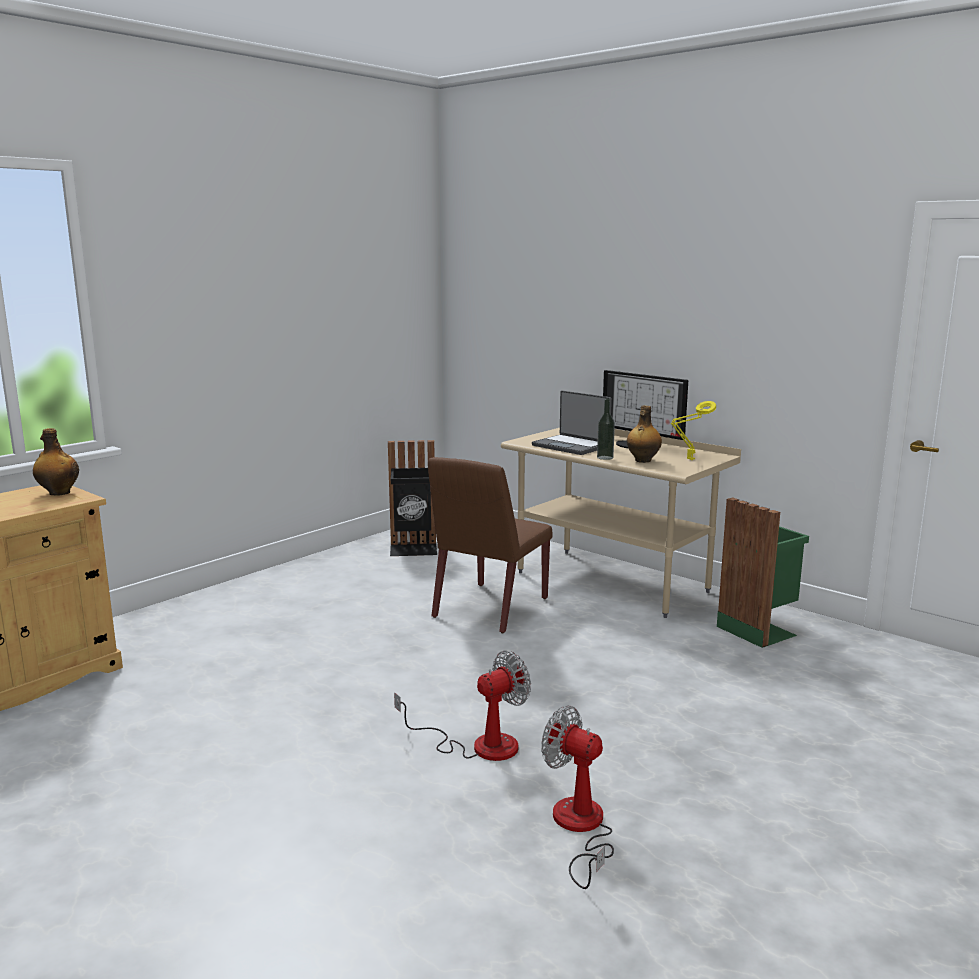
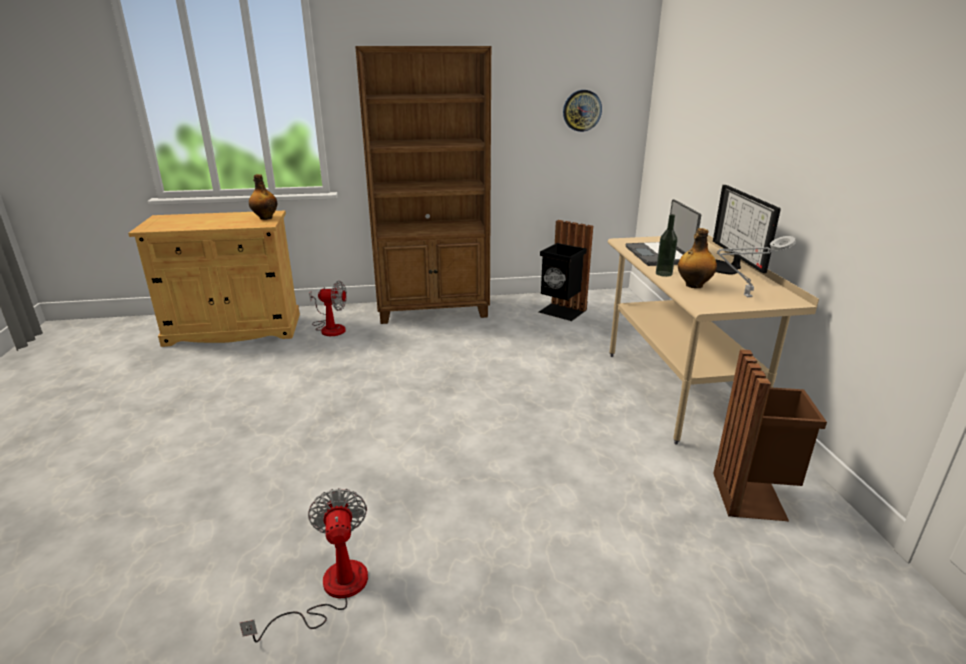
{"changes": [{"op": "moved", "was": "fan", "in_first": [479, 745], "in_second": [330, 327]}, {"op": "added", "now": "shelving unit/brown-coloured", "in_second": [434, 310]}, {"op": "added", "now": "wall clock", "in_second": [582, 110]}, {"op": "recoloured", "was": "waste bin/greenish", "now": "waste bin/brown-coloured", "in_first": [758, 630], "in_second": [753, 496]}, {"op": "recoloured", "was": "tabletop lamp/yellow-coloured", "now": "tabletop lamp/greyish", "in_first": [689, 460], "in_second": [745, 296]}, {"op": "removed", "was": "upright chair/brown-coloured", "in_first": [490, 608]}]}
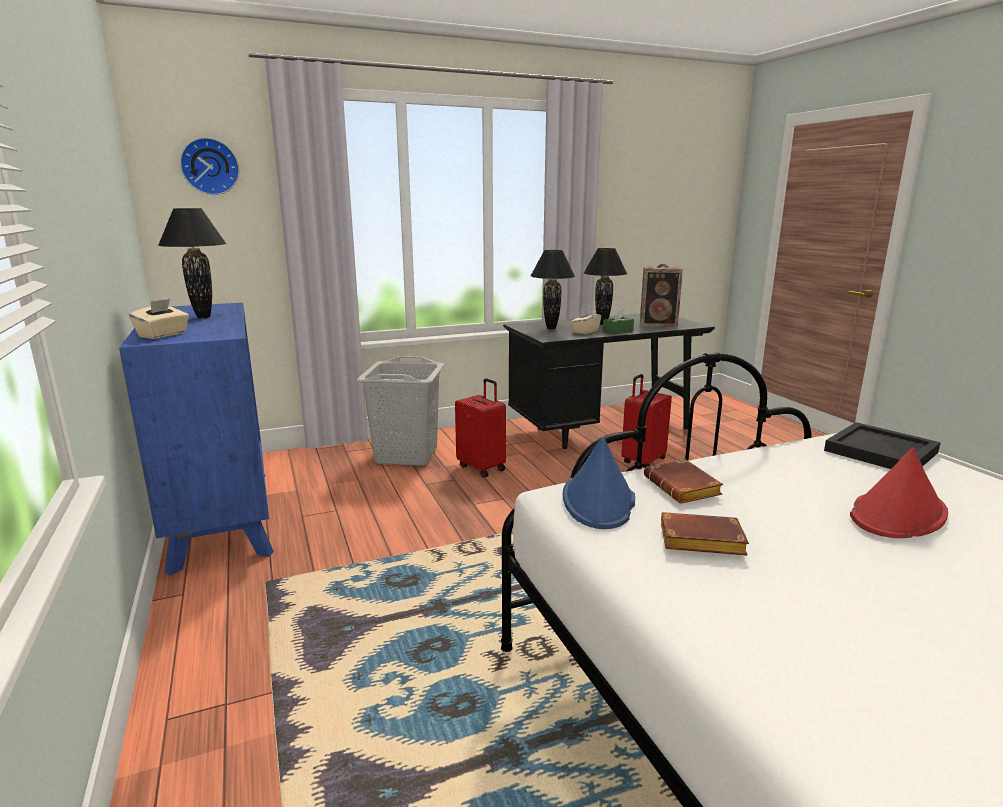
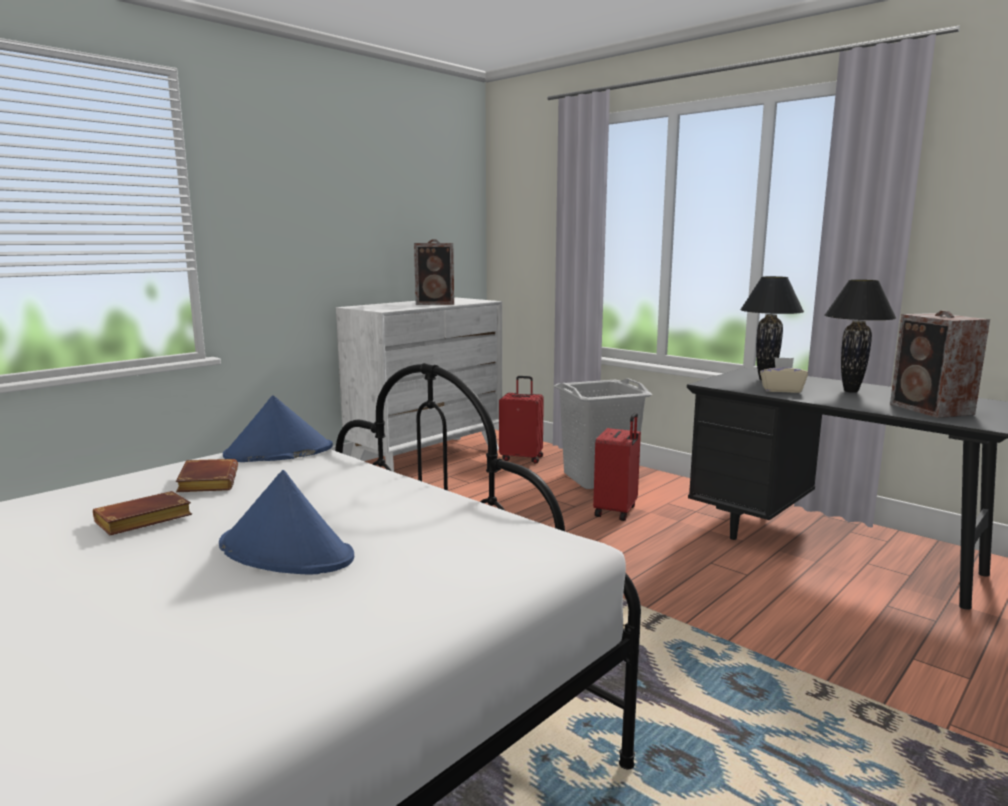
{"changes": [{"op": "moved", "was": "book/brown-coloured", "in_first": [684, 488], "in_second": [141, 522]}, {"op": "recoloured", "was": "wearable hat/red-coloured", "now": "wearable hat/bluish", "in_first": [898, 514], "in_second": [286, 552]}, {"op": "recoloured", "was": "chest of drawers/bluish", "now": "chest of drawers/white-coloured", "in_first": [222, 517], "in_second": [426, 458]}, {"op": "replaced", "was": "tabletop lamp/black-coloured", "now": "speaker", "in_first": [204, 317], "in_second": [436, 303]}, {"op": "moved", "was": "travel case/red-coloured", "in_first": [642, 461], "in_second": [522, 458]}, {"op": "removed", "was": "box of tissues/sand-coloured", "in_first": [163, 335]}, {"op": "removed", "was": "wall clock", "in_first": [210, 166]}, {"op": "removed", "was": "box of tissues/greenish", "in_first": [617, 331]}, {"op": "removed", "was": "serving tray/black-coloured", "in_first": [881, 452]}]}
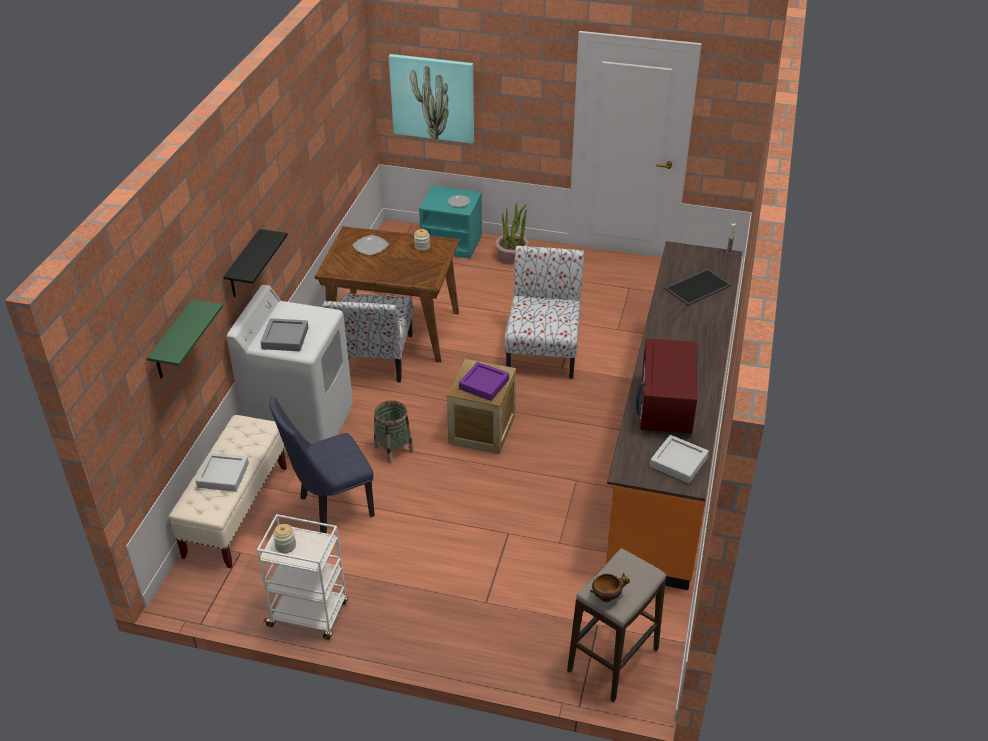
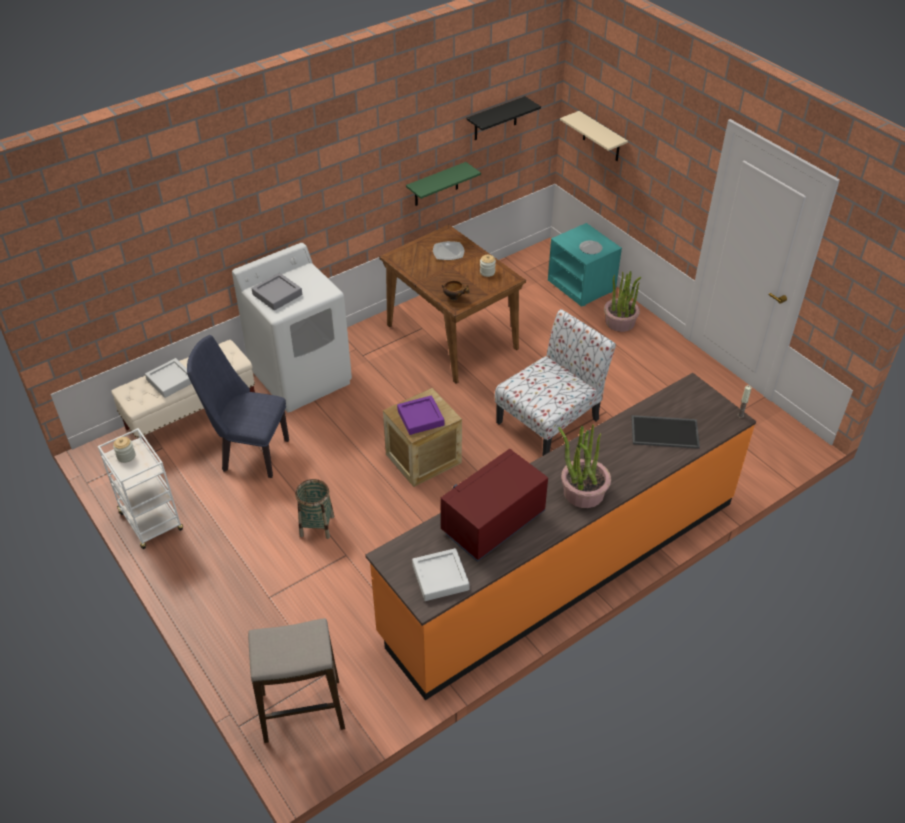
{"changes": [{"op": "moved", "was": "household basket", "in_first": [393, 449], "in_second": [317, 526]}, {"op": "moved", "was": "bracket shelf/greenish", "in_first": [173, 342], "in_second": [436, 185]}, {"op": "moved", "was": "bowl", "in_first": [607, 596], "in_second": [454, 298]}, {"op": "moved", "was": "bracket shelf/black-coloured", "in_first": [244, 265], "in_second": [495, 119]}, {"op": "added", "now": "potted plant", "in_second": [583, 492]}, {"op": "replaced", "was": "wall art", "now": "bracket shelf/sand-coloured", "in_first": [433, 98], "in_second": [601, 137]}, {"op": "removed", "was": "upright chair", "in_first": [374, 357]}]}
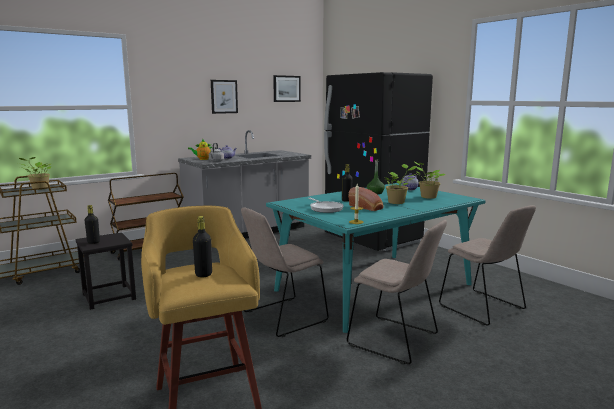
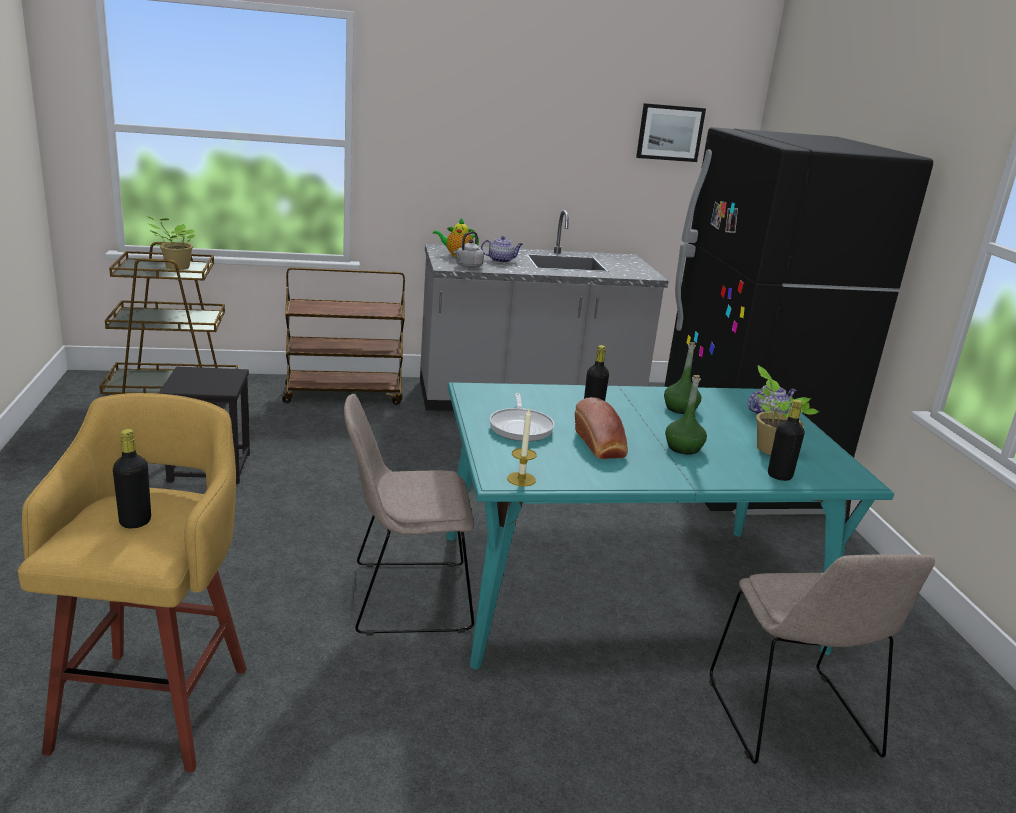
{"changes": [{"op": "replaced", "was": "potted plant", "now": "beverage bottle/greenish", "in_first": [397, 202], "in_second": [683, 448]}, {"op": "moved", "was": "beverage bottle/black-coloured", "in_first": [93, 242], "in_second": [779, 476]}, {"op": "removed", "was": "wall art", "in_first": [224, 96]}, {"op": "removed", "was": "upright chair/sand-coloured", "in_first": [396, 340]}]}
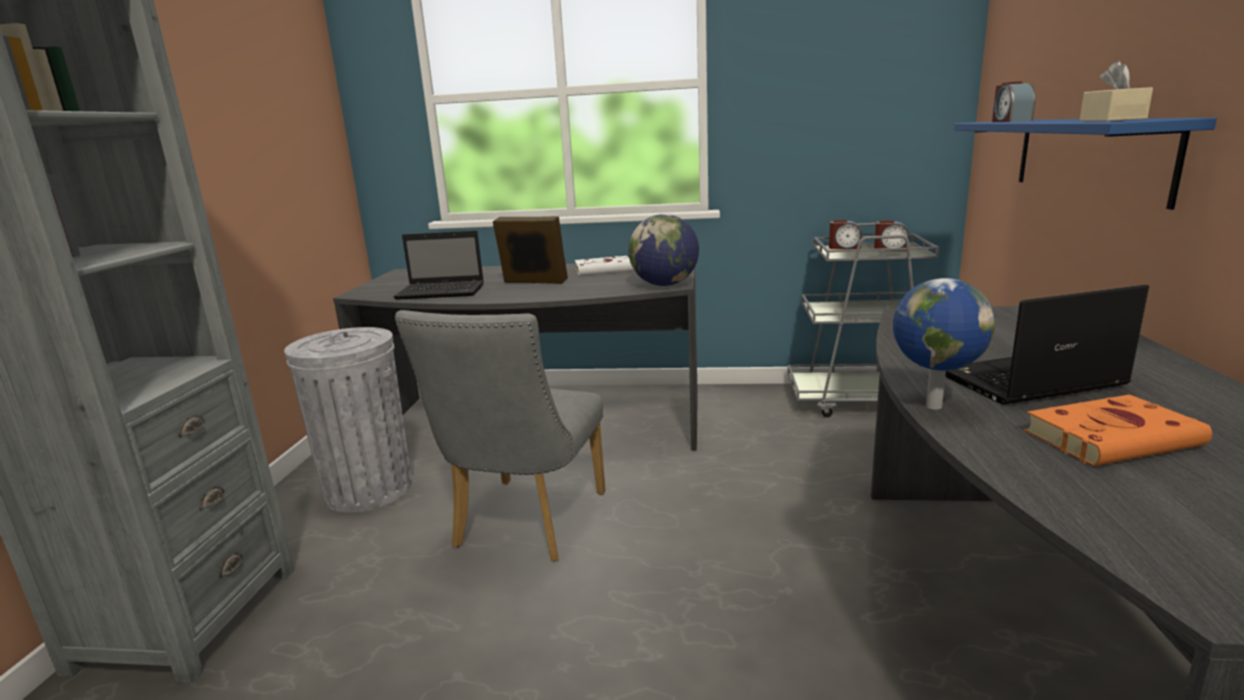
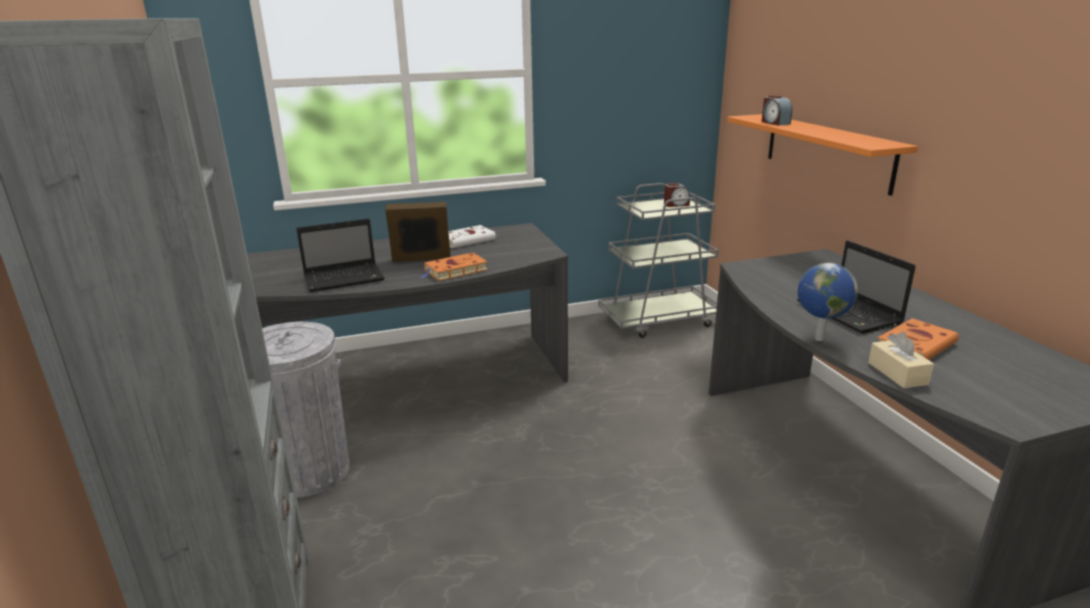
{"changes": [{"op": "added", "now": "book/orangey", "in_second": [454, 271]}, {"op": "recoloured", "was": "bracket shelf/bluish", "now": "bracket shelf/orangey", "in_first": [1088, 156], "in_second": [827, 151]}, {"op": "turned", "was": "notebook computer", "in_first": [1029, 382], "in_second": [850, 314], "clockwise": -75}, {"op": "moved", "was": "box of tissues/sand-coloured", "in_first": [1111, 120], "in_second": [897, 373]}, {"op": "removed", "was": "upright chair/greyish", "in_first": [525, 525]}, {"op": "removed", "was": "world globe", "in_first": [665, 285]}, {"op": "removed", "was": "table clock", "in_first": [844, 247]}]}
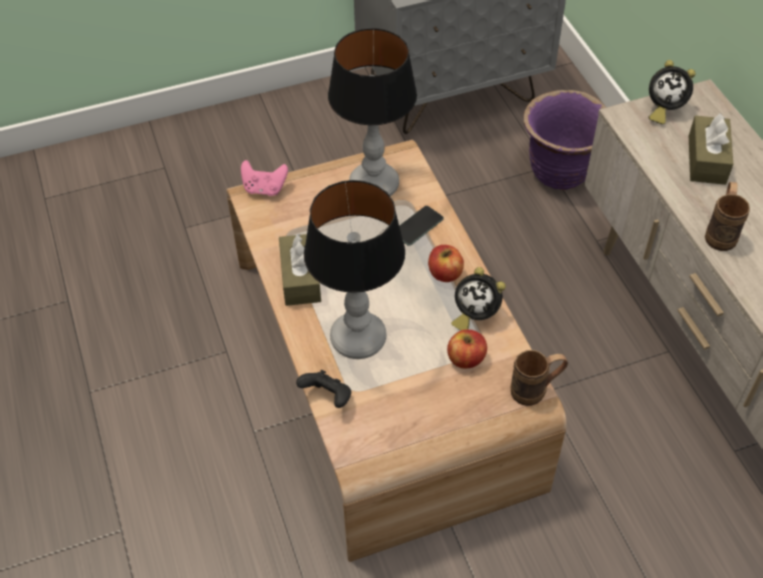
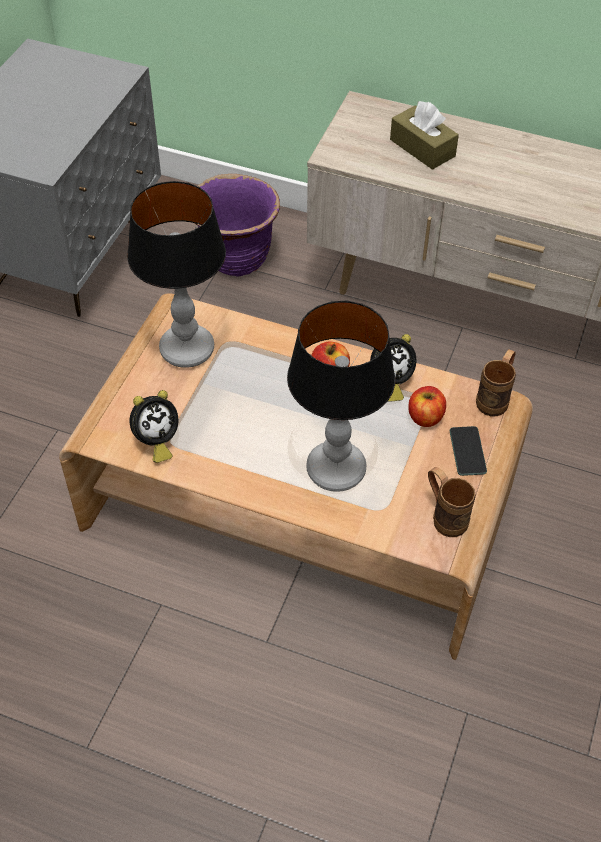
{"changes": [{"op": "moved", "was": "table clock", "in_first": [663, 109], "in_second": [156, 442]}, {"op": "moved", "was": "coffee mug/brown-coloured", "in_first": [721, 232], "in_second": [444, 516]}, {"op": "moved", "was": "phone", "in_first": [417, 226], "in_second": [467, 451]}, {"op": "removed", "was": "gamepad/pink-coloured", "in_first": [264, 188]}, {"op": "removed", "was": "box of tissues/brown-coloured", "in_first": [300, 278]}, {"op": "removed", "was": "gamepad/black-coloured", "in_first": [327, 397]}]}
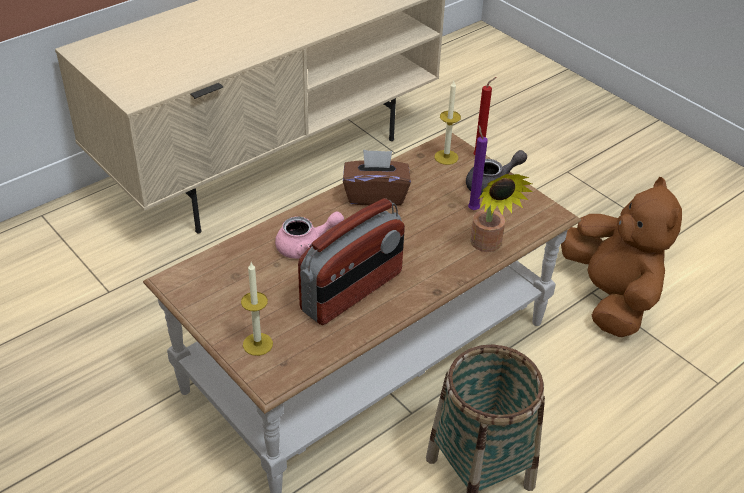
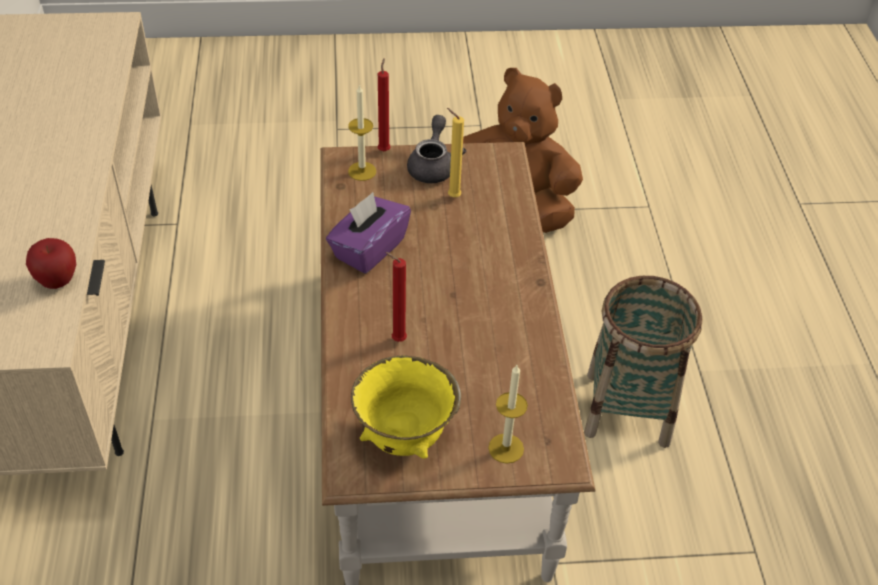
{"changes": [{"op": "added", "now": "apple fruit", "in_second": [58, 281]}, {"op": "recoloured", "was": "box of tissues/brown-coloured", "now": "box of tissues/purple", "in_first": [375, 195], "in_second": [368, 249]}, {"op": "added", "now": "bowl/yellow-coloured", "in_second": [405, 439]}, {"op": "replaced", "was": "tea pot/pink-coloured", "now": "wax light/red-coloured", "in_first": [306, 246], "in_second": [396, 339]}, {"op": "recoloured", "was": "wax light/purple", "now": "wax light/yellow-coloured", "in_first": [472, 208], "in_second": [452, 196]}, {"op": "removed", "was": "radio set", "in_first": [352, 292]}, {"op": "removed", "was": "potted plant", "in_first": [488, 246]}]}
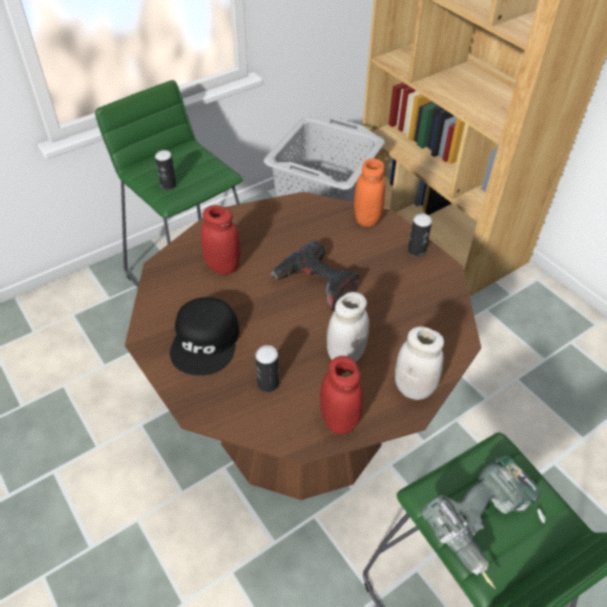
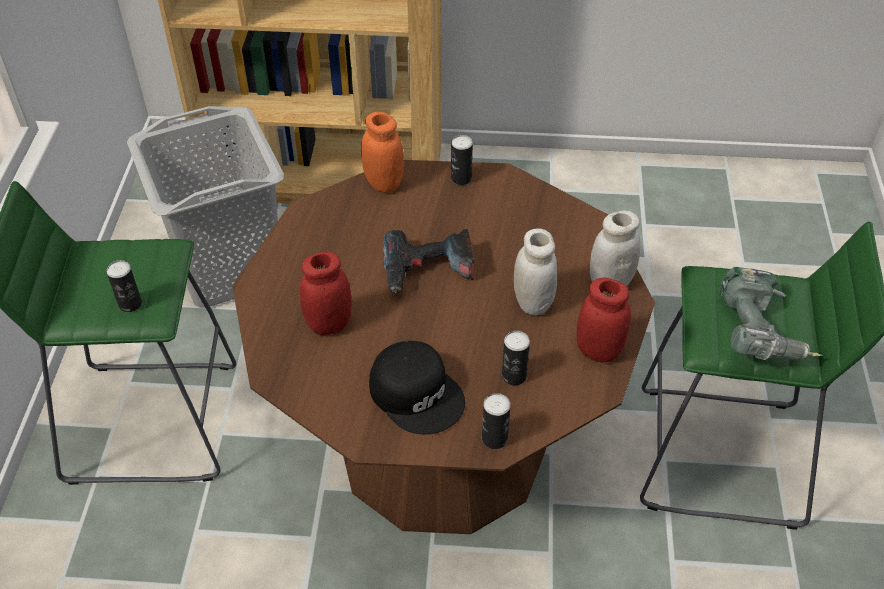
{"changes": [{"op": "added", "now": "can", "in_second": [494, 438]}]}
